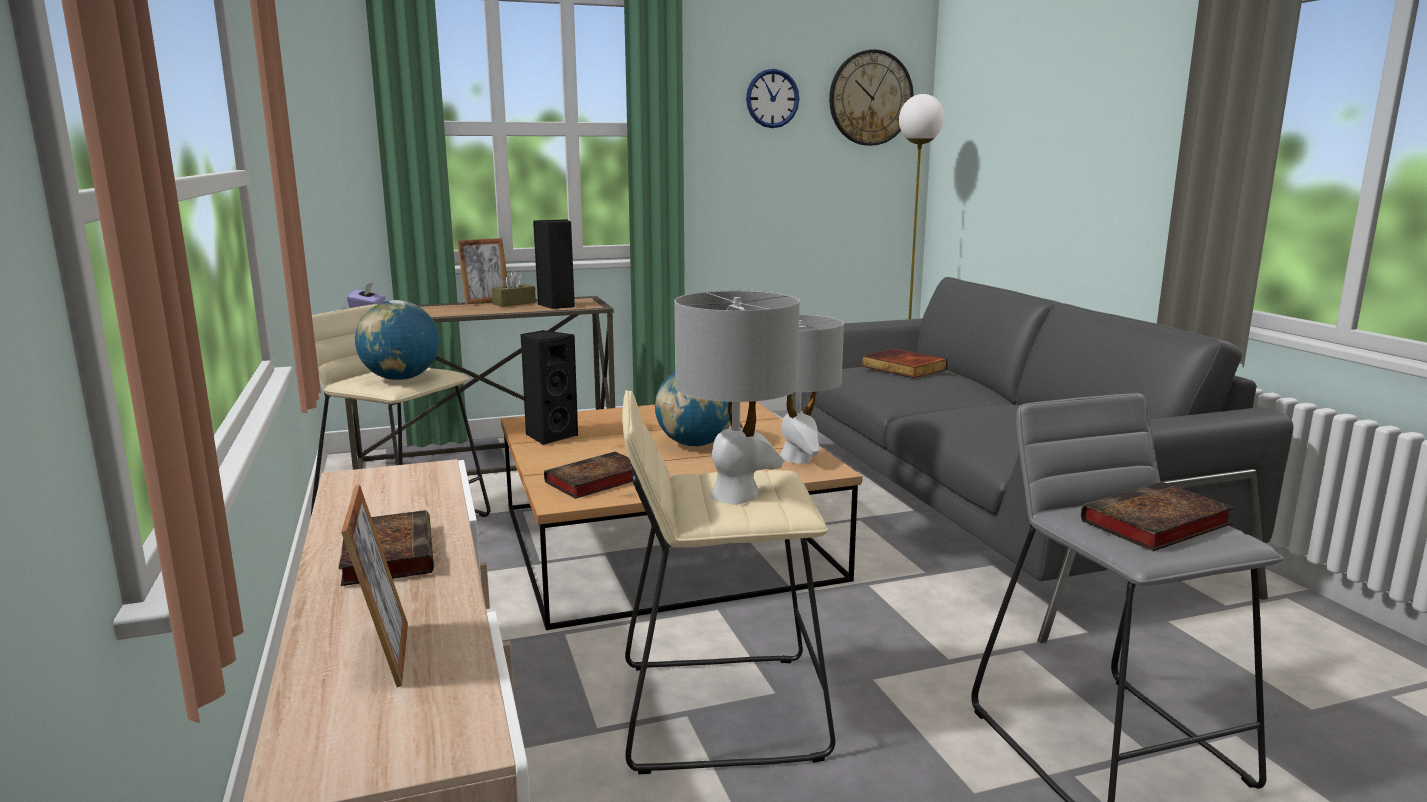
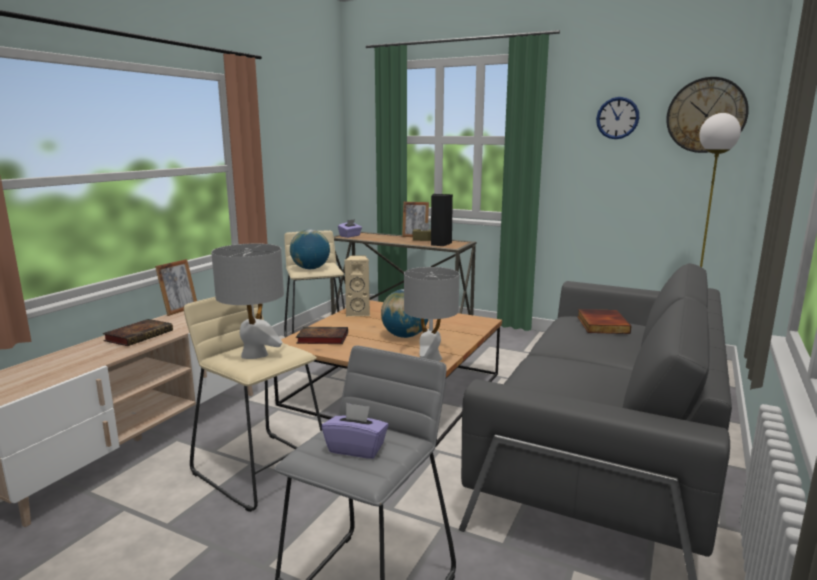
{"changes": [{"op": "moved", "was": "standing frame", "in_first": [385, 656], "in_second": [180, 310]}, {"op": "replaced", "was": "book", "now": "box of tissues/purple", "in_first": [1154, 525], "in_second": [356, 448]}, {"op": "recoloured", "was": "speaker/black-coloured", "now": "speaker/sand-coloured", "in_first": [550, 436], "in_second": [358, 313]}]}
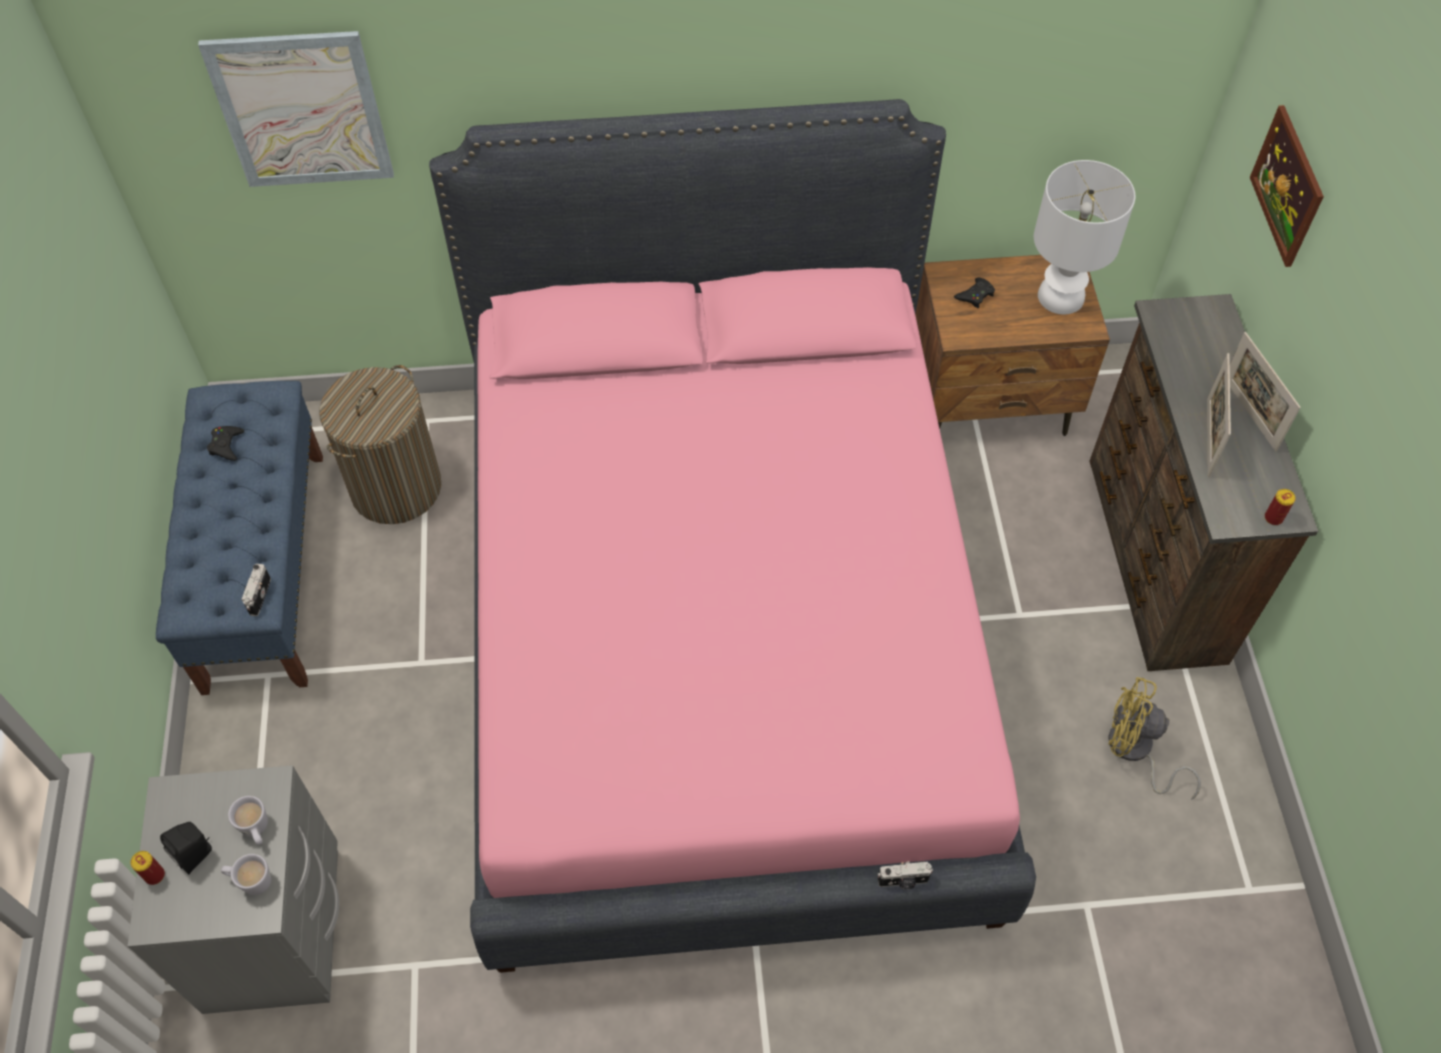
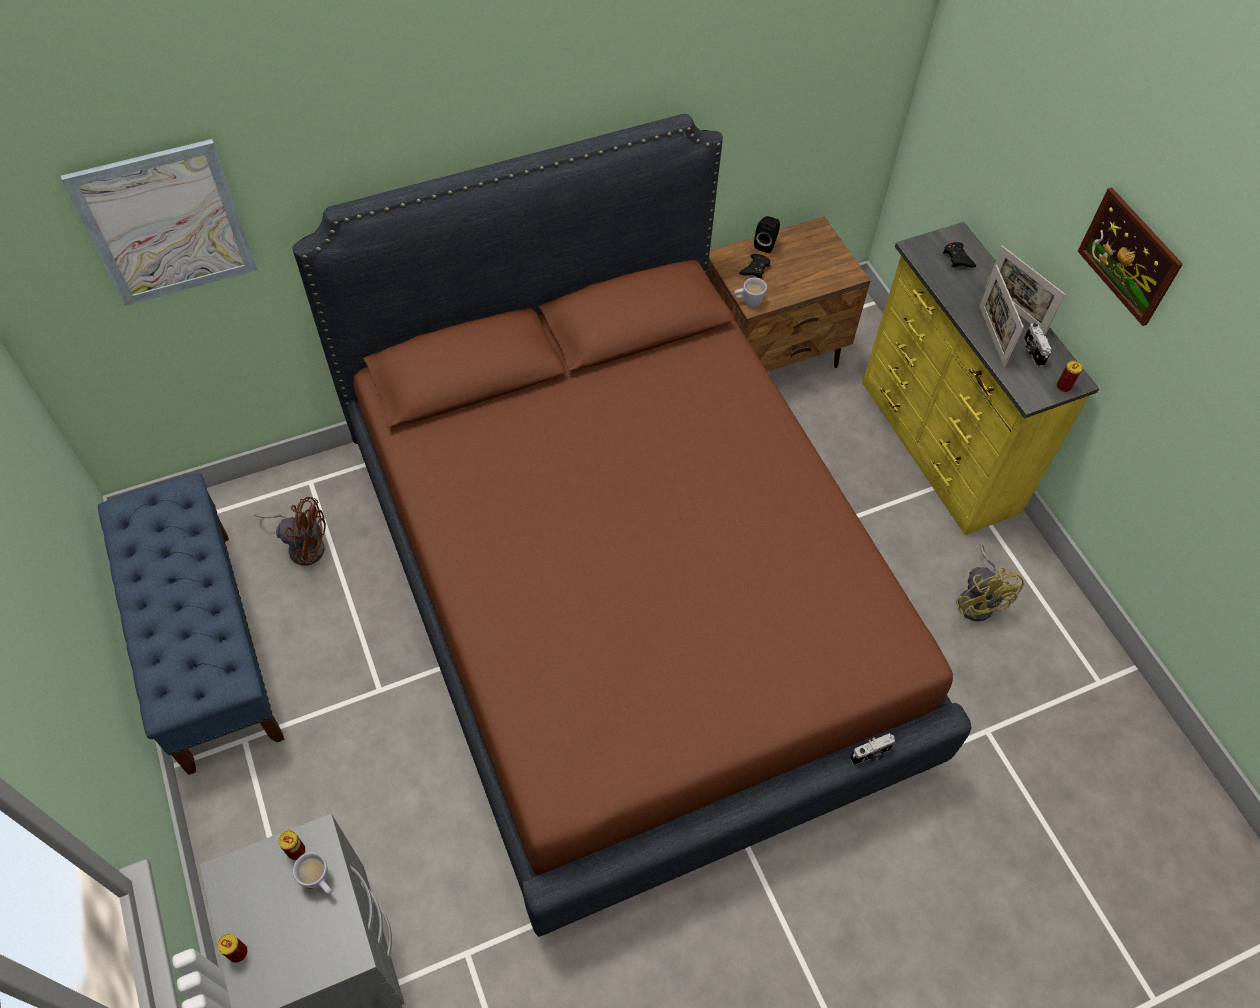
{"changes": [{"op": "replaced", "was": "laundry basket", "now": "fan/brown-coloured", "in_first": [396, 487], "in_second": [303, 545]}, {"op": "added", "now": "can", "in_second": [296, 851]}, {"op": "recoloured", "was": "bed/pink-coloured", "now": "bed/brown-coloured", "in_first": [721, 635], "in_second": [626, 597]}, {"op": "moved", "was": "coffee mug/white-coloured", "in_first": [251, 881], "in_second": [748, 301]}, {"op": "moved", "was": "speaker/black-coloured", "in_first": [196, 854], "in_second": [766, 244]}, {"op": "recoloured", "was": "chest of drawers/brown-coloured", "now": "chest of drawers/yellow-coloured", "in_first": [1152, 560], "in_second": [936, 448]}, {"op": "moved", "was": "gamepad/black-coloured", "in_first": [226, 445], "in_second": [957, 258]}, {"op": "turned", "was": "fan/yellow-coloured", "in_first": [1135, 751], "in_second": [978, 600], "clockwise": -105}, {"op": "moved", "was": "still camera", "in_first": [258, 596], "in_second": [1032, 352]}, {"op": "moved", "was": "wall art", "in_first": [1287, 186], "in_second": [1129, 256]}, {"op": "removed", "was": "tabletop lamp/white-coloured", "in_first": [1060, 297]}]}
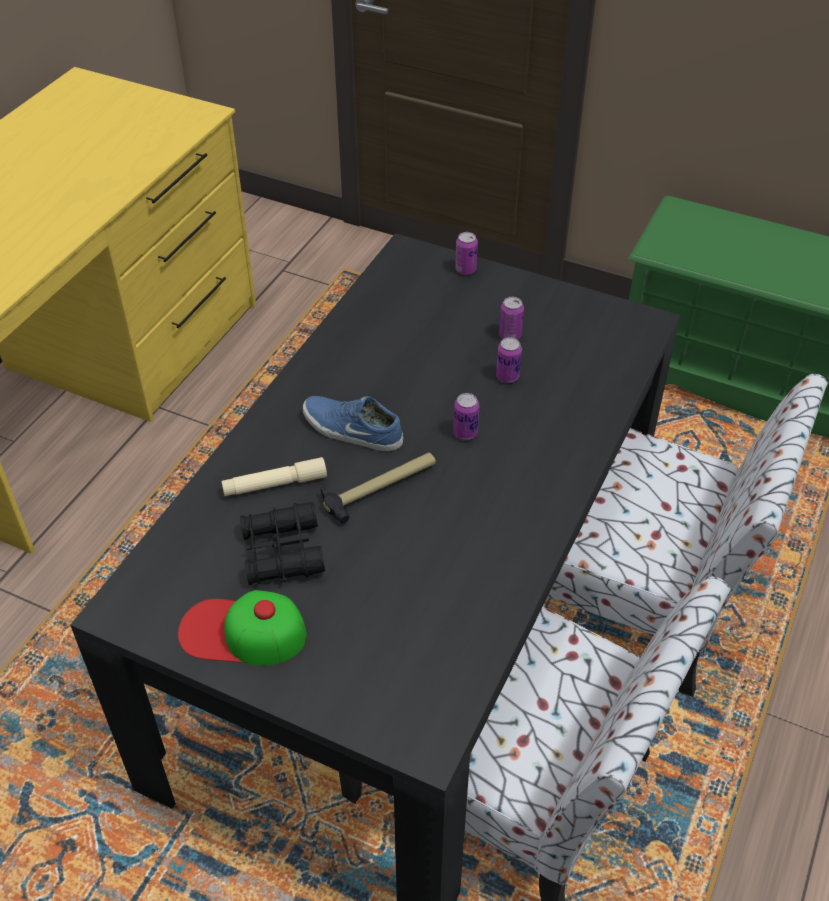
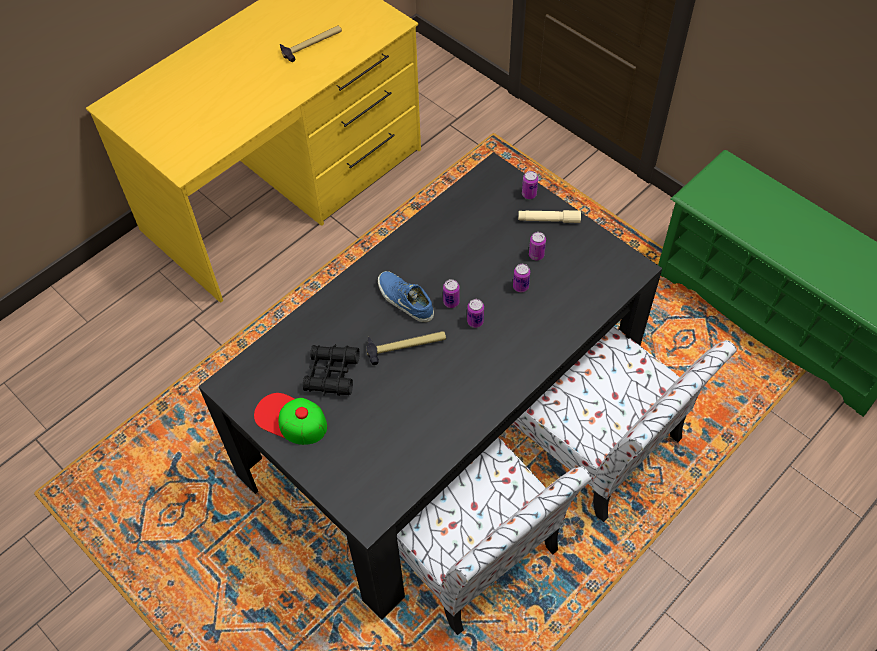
{"changes": [{"op": "added", "now": "hammer", "in_second": [312, 45]}, {"op": "added", "now": "can", "in_second": [451, 302]}, {"op": "moved", "was": "torch/sand-coloured", "in_first": [275, 484], "in_second": [548, 220]}]}
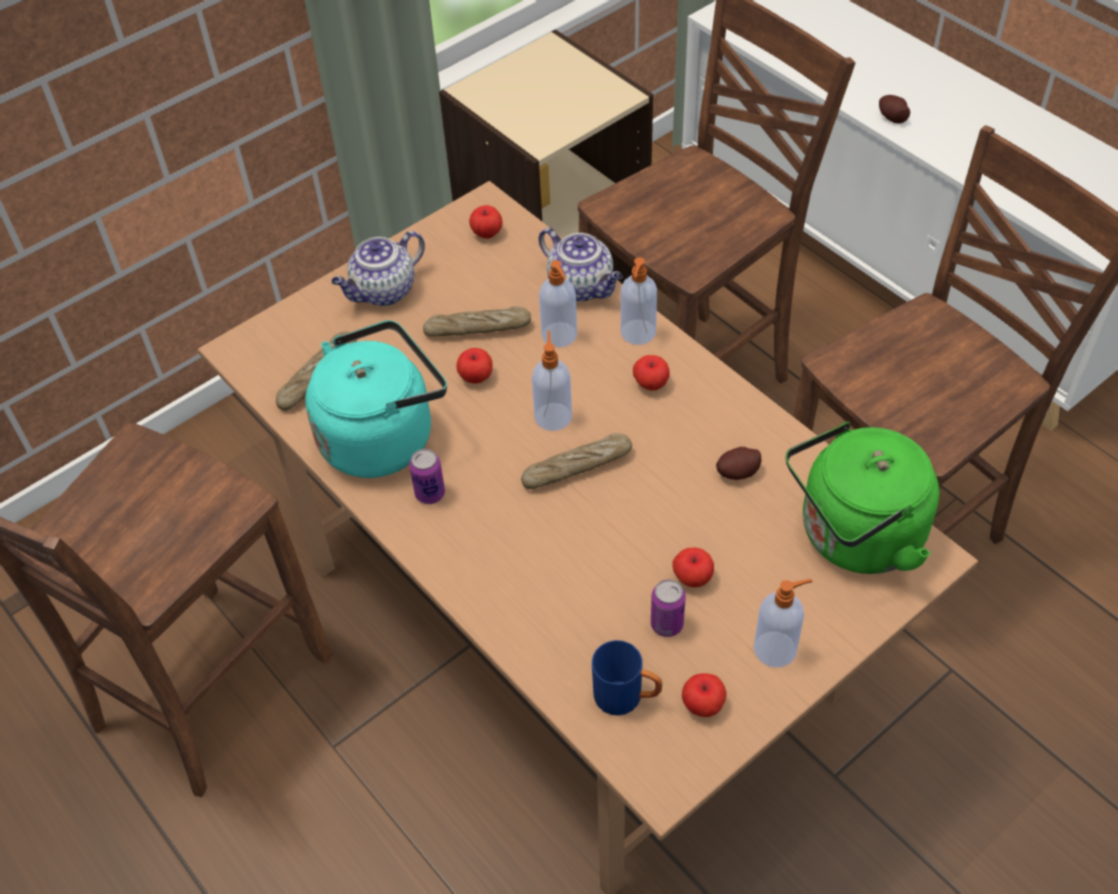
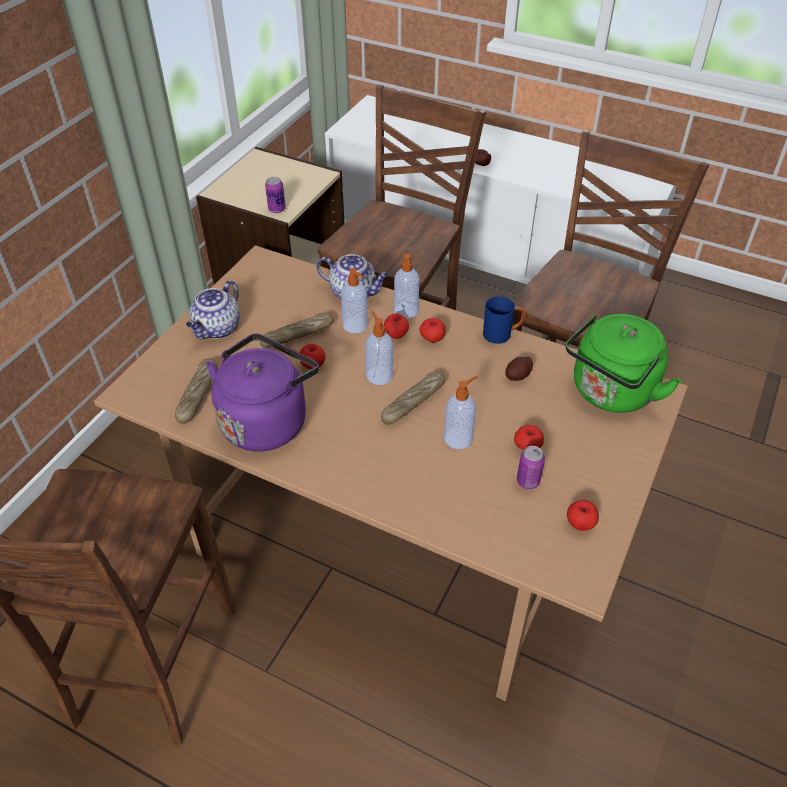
{"changes": [{"op": "recoloured", "was": "water kettle/blue-green", "now": "water kettle/purple", "in_first": [383, 436], "in_second": [266, 420]}, {"op": "moved", "was": "can", "in_first": [430, 494], "in_second": [277, 209]}, {"op": "moved", "was": "apple fruit", "in_first": [487, 233], "in_second": [396, 335]}, {"op": "moved", "was": "soap bottle", "in_first": [776, 649], "in_second": [459, 438]}, {"op": "moved", "was": "coffee mug/bluish", "in_first": [627, 697], "in_second": [502, 334]}]}
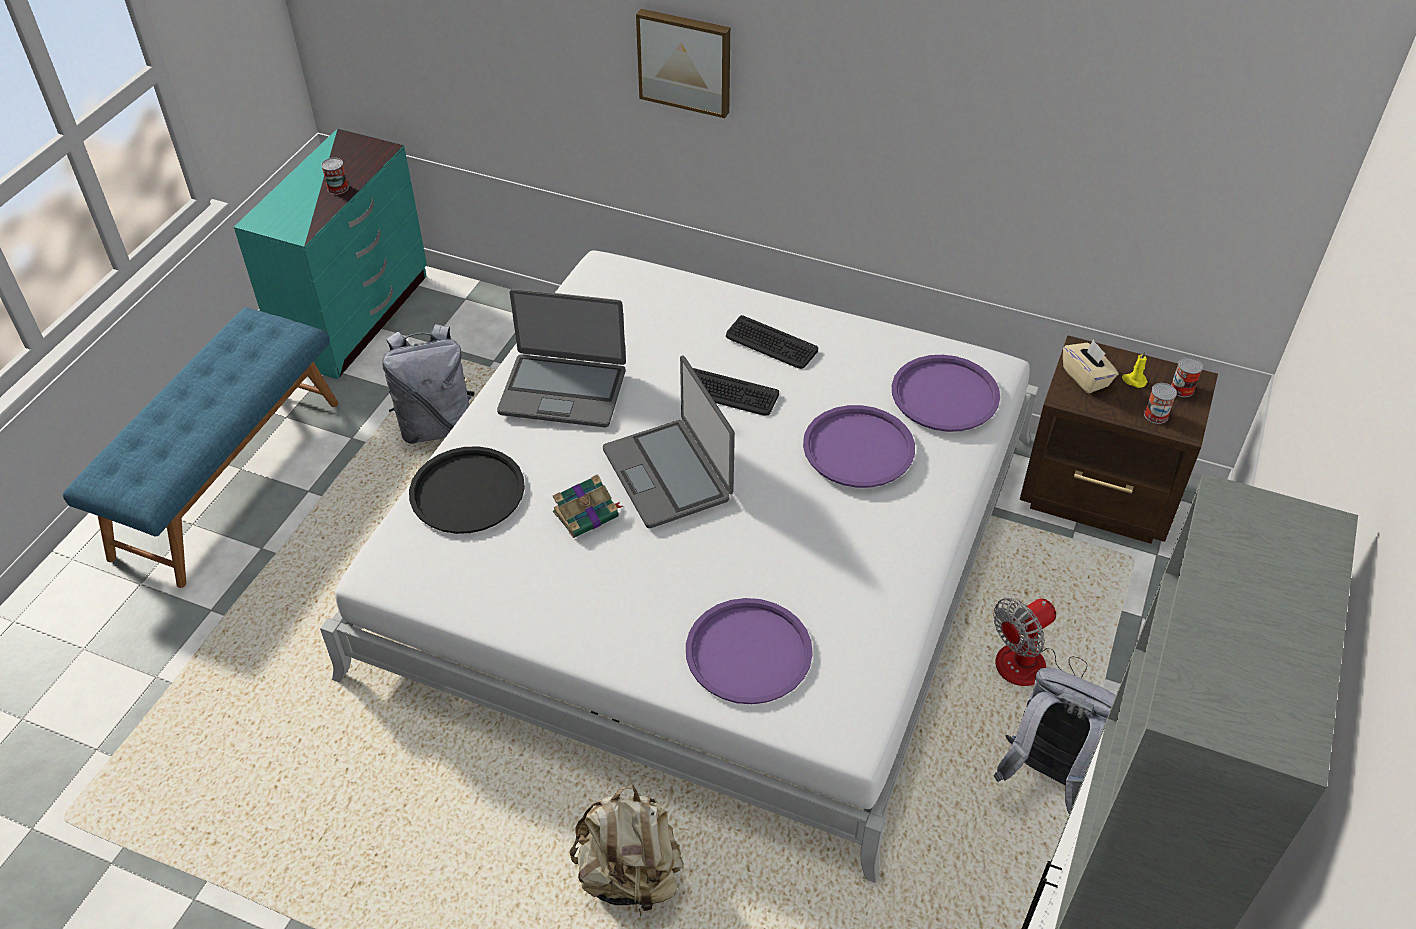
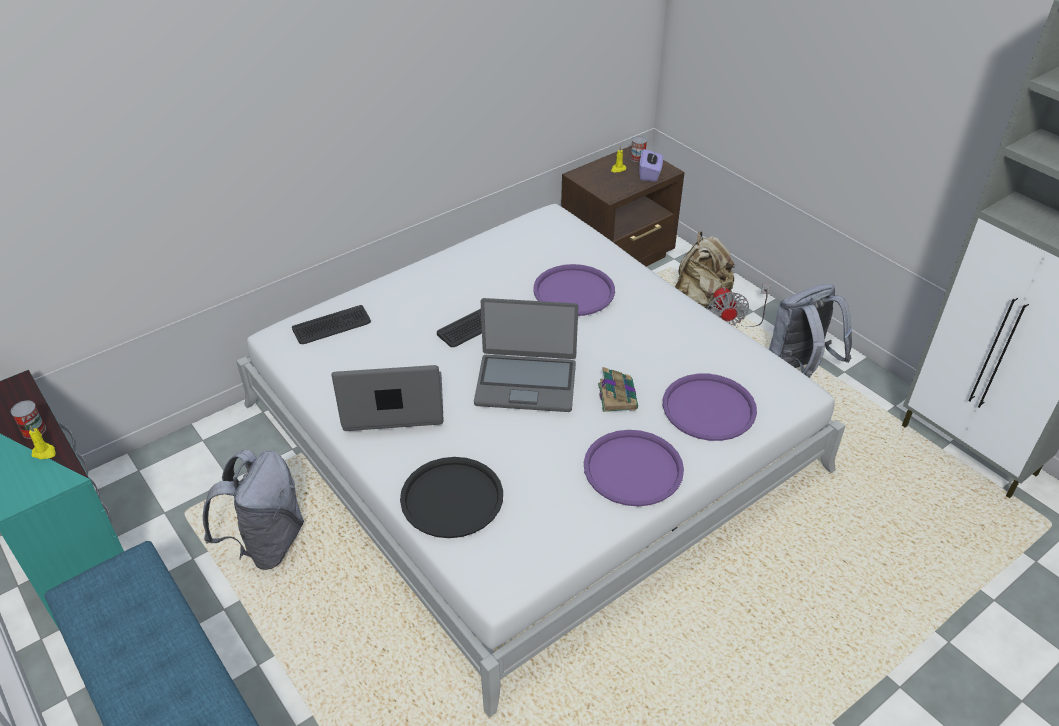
{"changes": [{"op": "added", "now": "wax light/yellow-coloured", "in_second": [44, 452]}, {"op": "moved", "was": "computer keyboard", "in_first": [771, 343], "in_second": [332, 326]}, {"op": "turned", "was": "notebook computer", "in_first": [563, 390], "in_second": [393, 405], "clockwise": -135}, {"op": "moved", "was": "serving tray/purple", "in_first": [945, 395], "in_second": [633, 469]}, {"op": "moved", "was": "book", "in_first": [587, 514], "in_second": [617, 395]}, {"op": "replaced", "was": "can", "now": "box of tissues/purple", "in_first": [1156, 415], "in_second": [650, 174]}, {"op": "moved", "was": "knapsack/sand-coloured", "in_first": [630, 875], "in_second": [699, 301]}, {"op": "removed", "was": "wall art", "in_first": [685, 61]}, {"op": "removed", "was": "box of tissues/sand-coloured", "in_first": [1086, 377]}]}
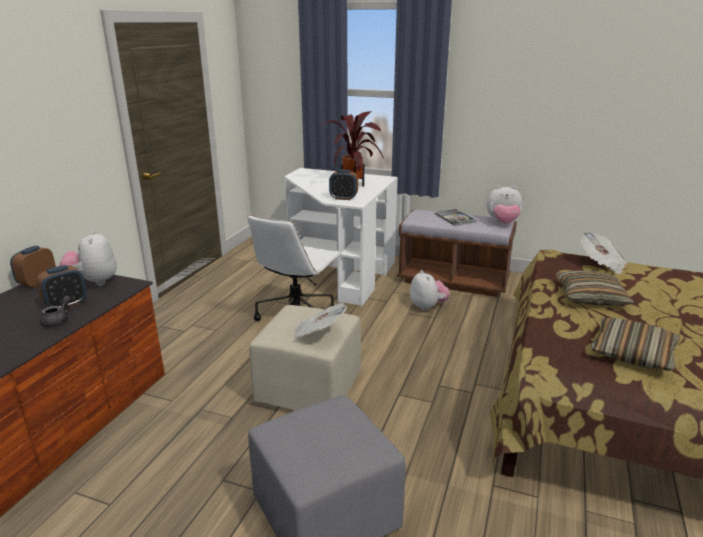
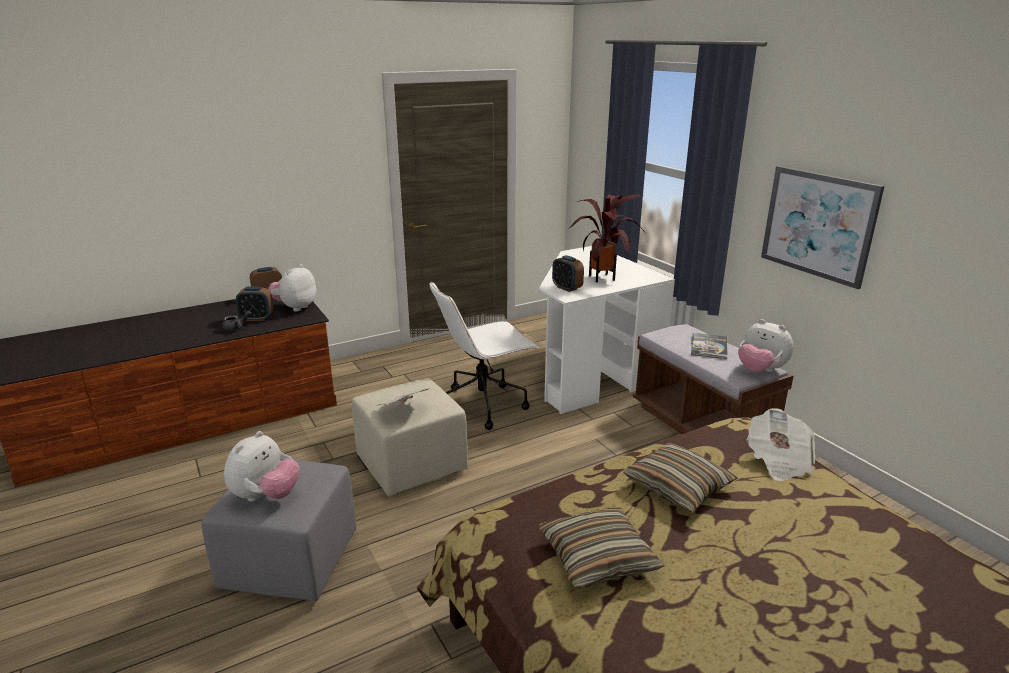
{"changes": [{"op": "moved", "was": "soft toy", "in_first": [428, 307], "in_second": [266, 496]}, {"op": "added", "now": "wall art", "in_second": [818, 225]}]}
